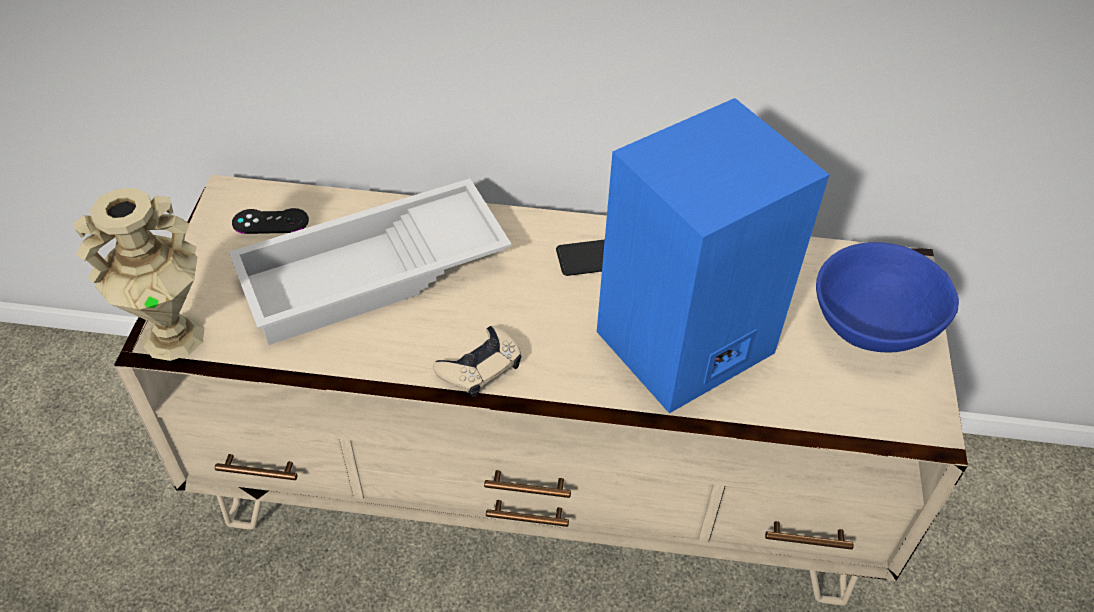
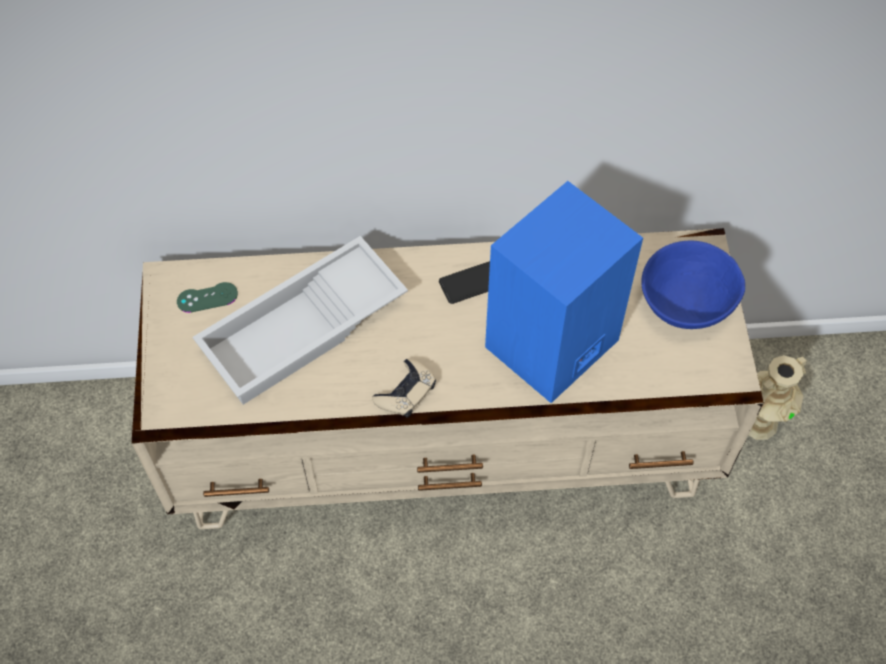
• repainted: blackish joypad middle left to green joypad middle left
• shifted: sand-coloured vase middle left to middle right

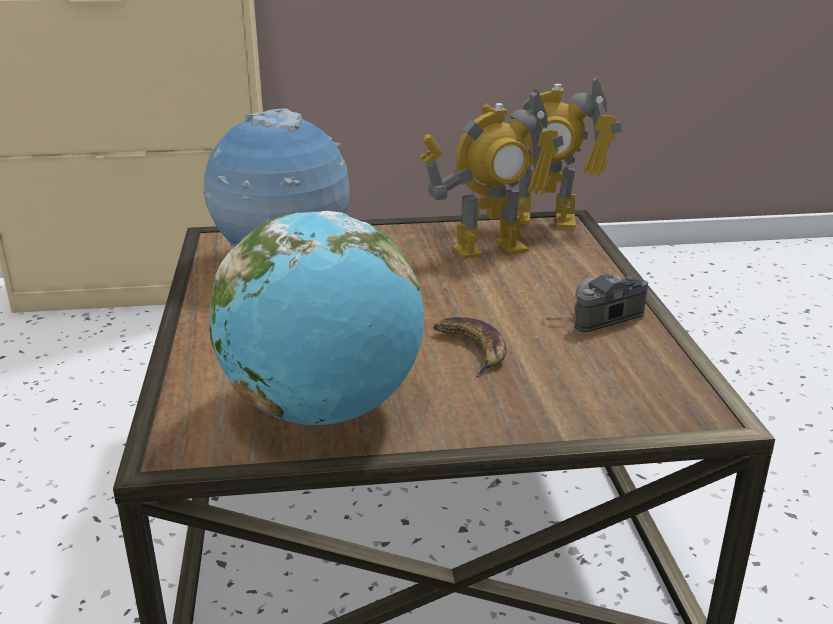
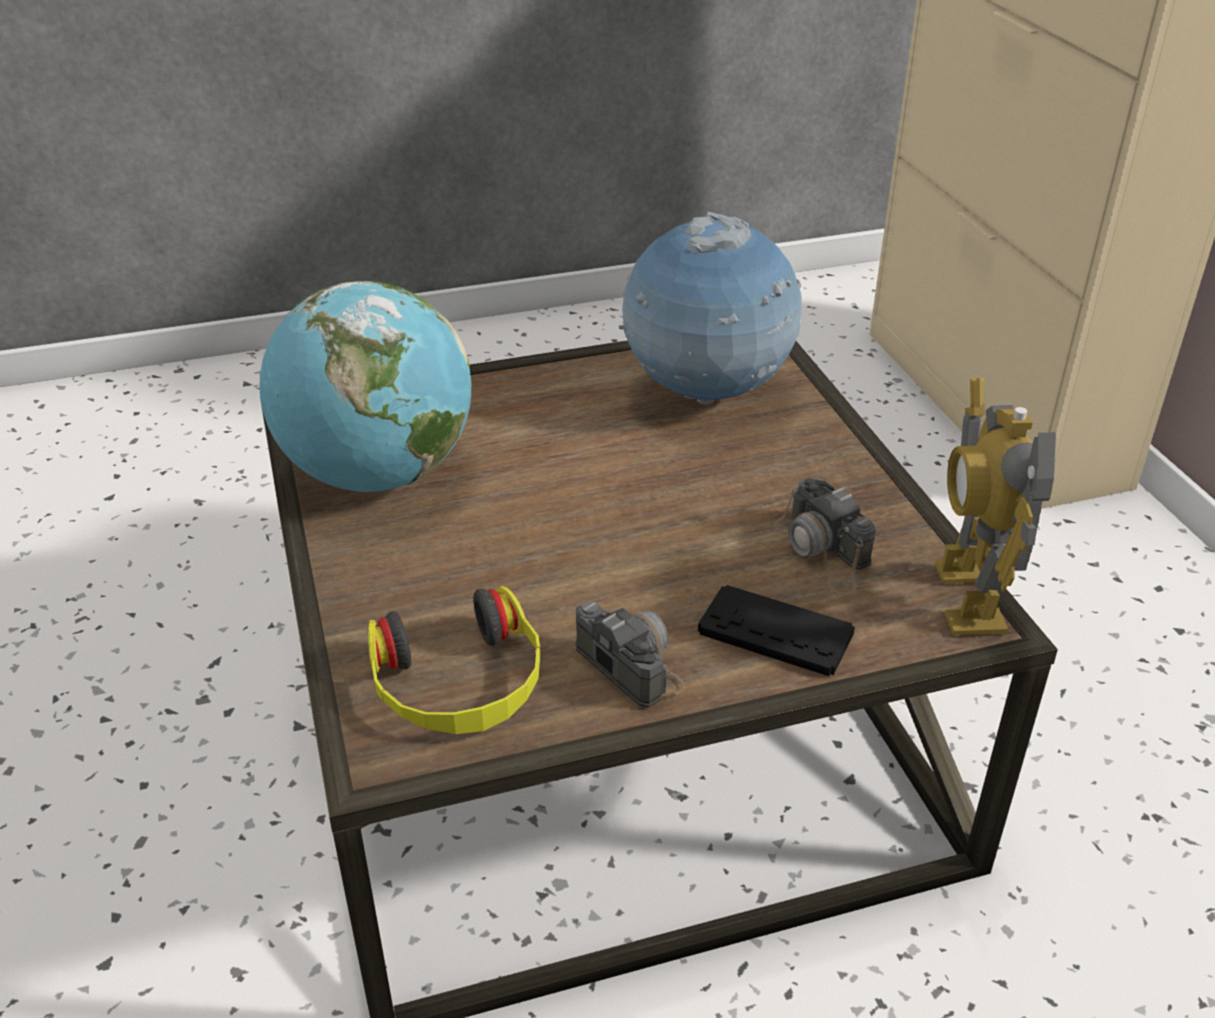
• new: pair of headphones centre
• new: blackish joypad centre
• swapped: toy robot (no. 1 from left) top centre to still camera (no. 2 from left) middle right
• gone: banana centre

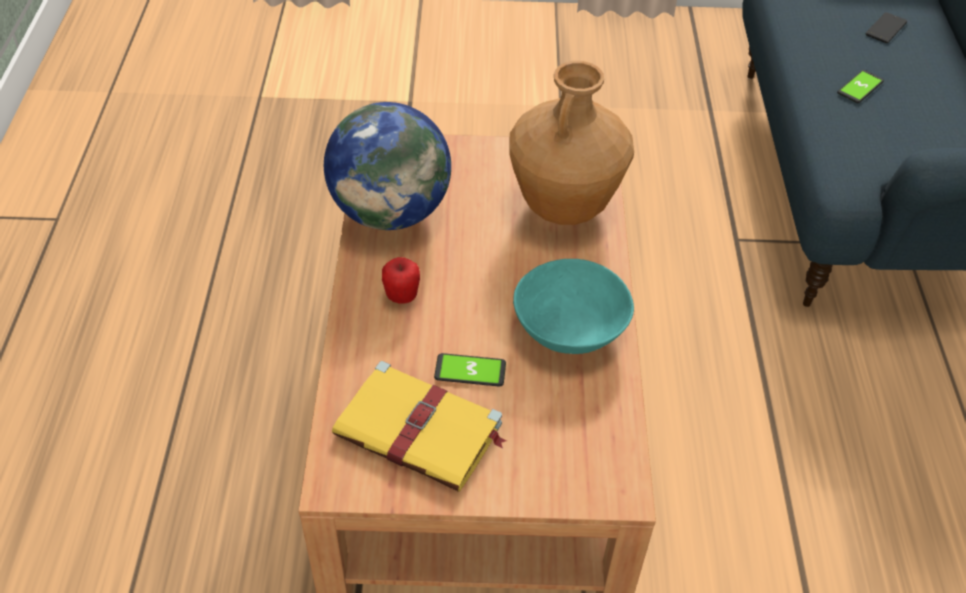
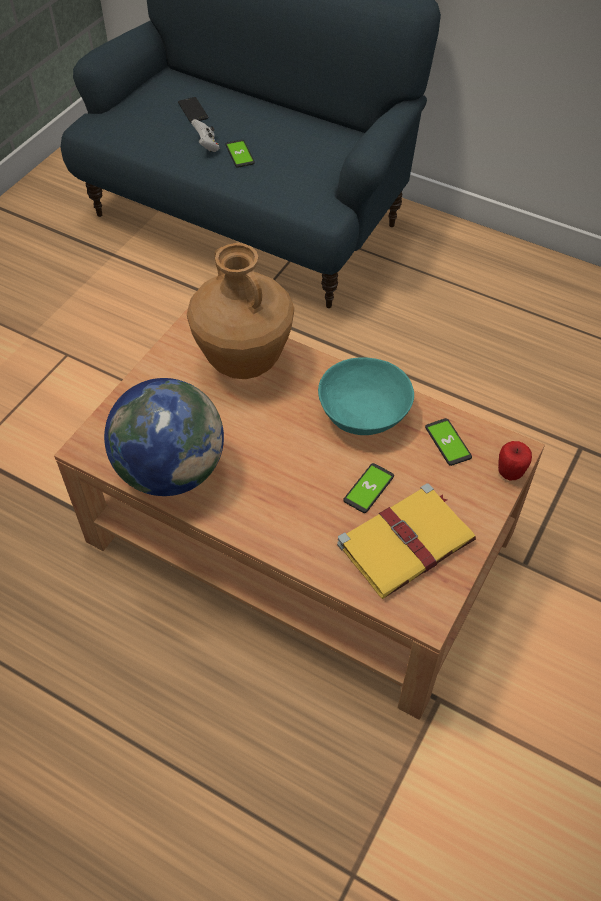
• new: white-coloured joypad top centre
• new: phone (no. 4 from left) middle right
• shifted: apple fruit centre to middle right

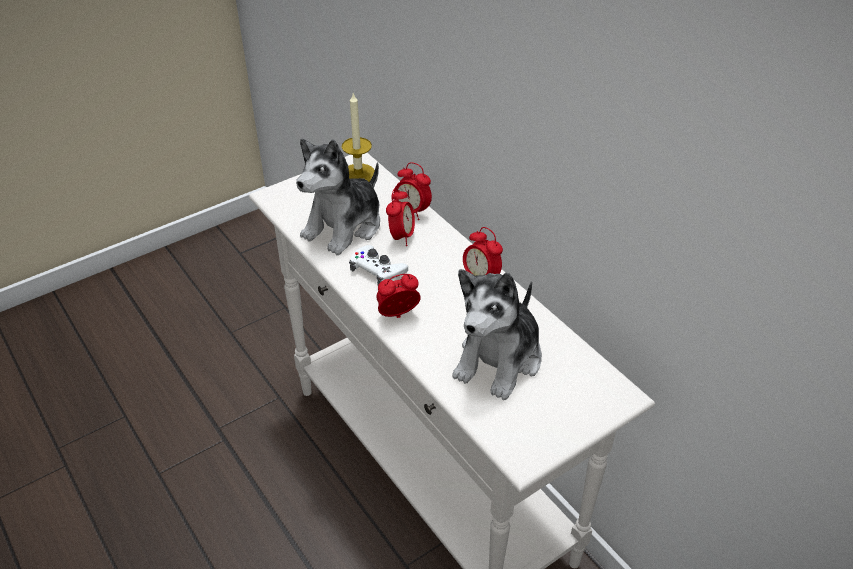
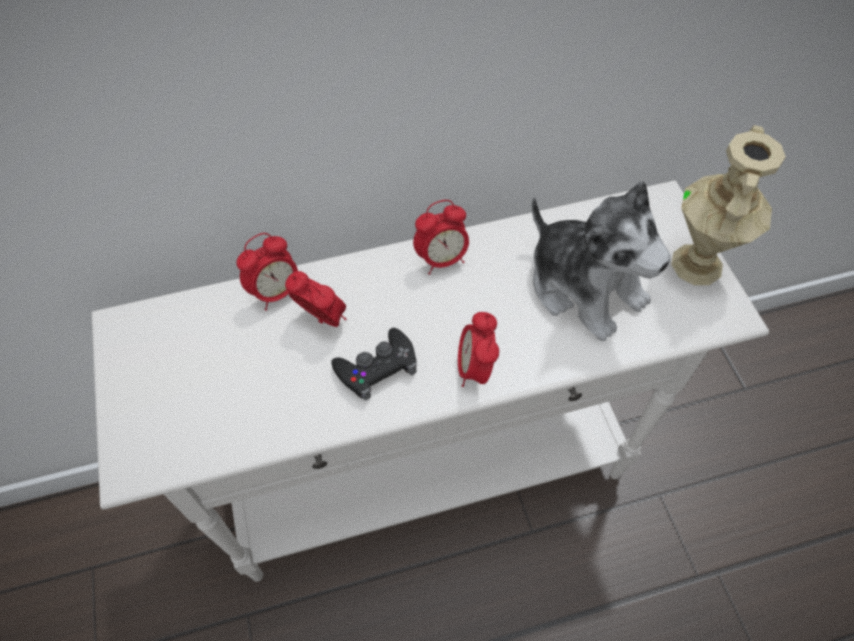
• repainted: white-coloured joypad centre to blackish joypad centre
• new: sand-coloured vase top right
• gone: soft toy (no. 1 from left) centre
• gone: wax candle top centre

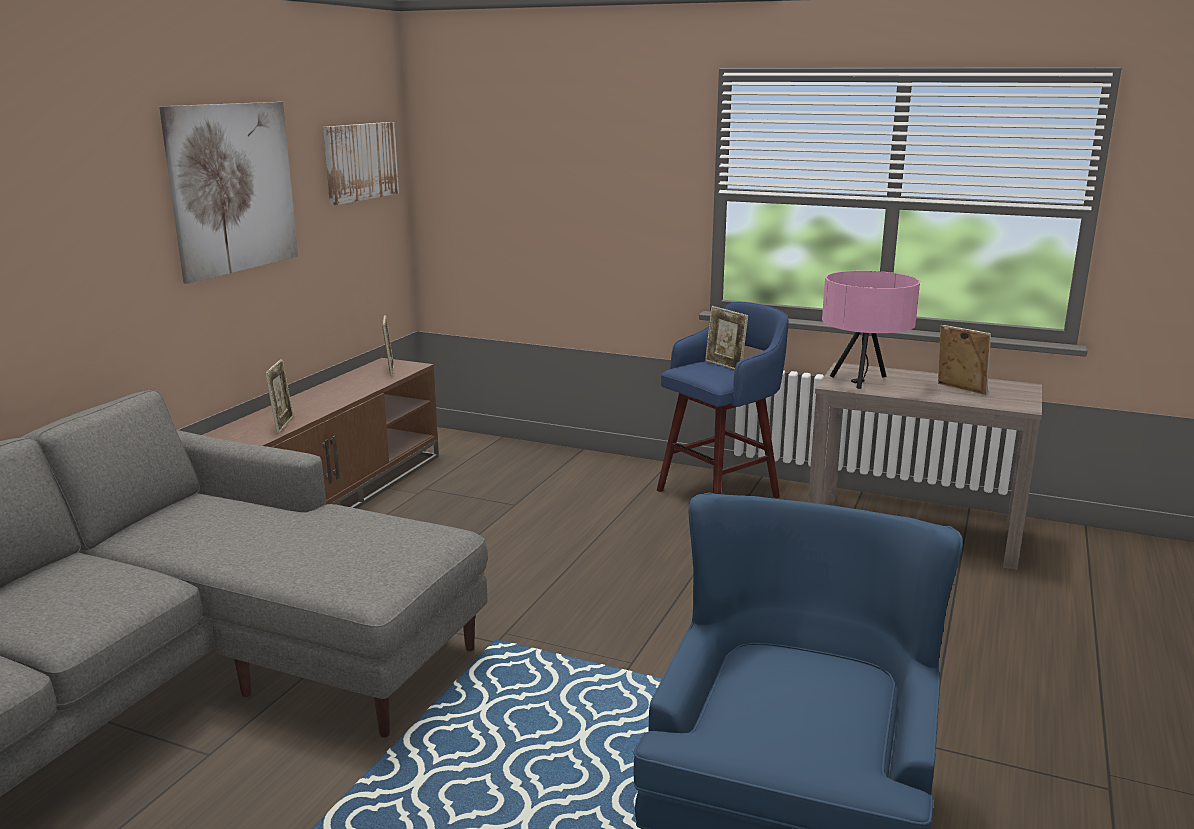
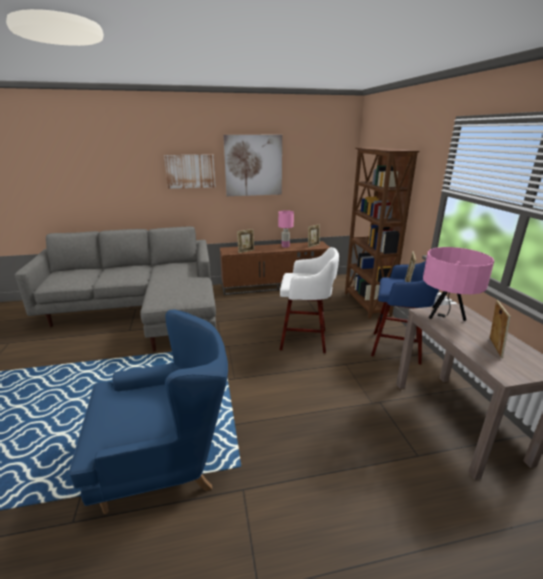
• shifted: wall picture (no. 2 from left in the first image) top left to wall picture (no. 1 from left) top centre
• new: pinkish tabletop lamp (no. 1 from left) centre
• new: white-coloured stool centre
• new: brown shelving unit middle right

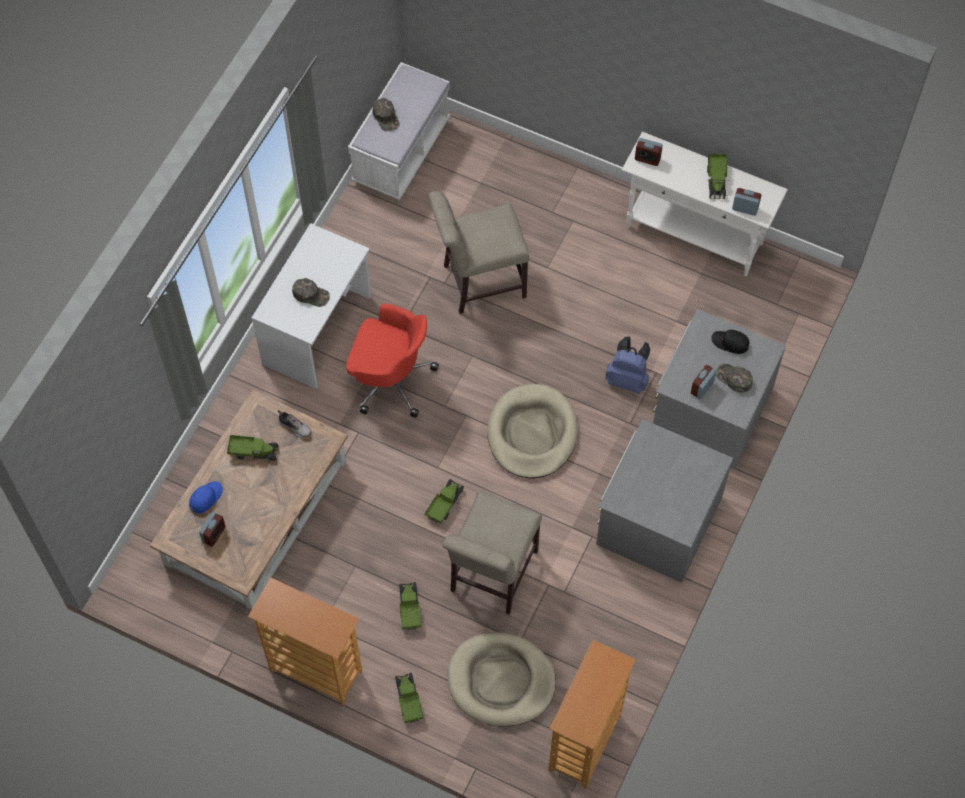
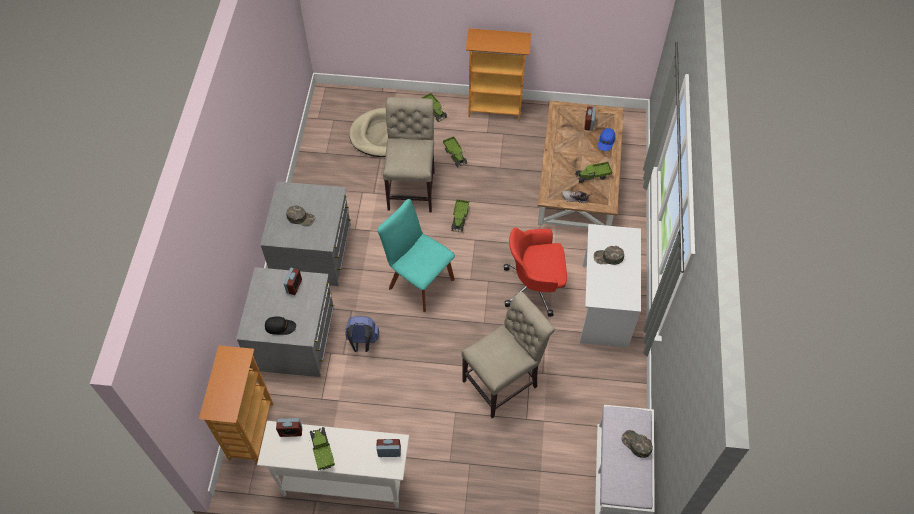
• shifted: shelving unit (no. 2 from left in the first image) bottom centre to shelving unit (no. 1 from left) bottom left
• shifted: green peaked cap (no. 3 from left in the first image) middle right to green peaked cap (no. 1 from left) middle left
• swapped: sand-coloured dog bed (no. 2 from left) centre to turquoise-coloured chair centre

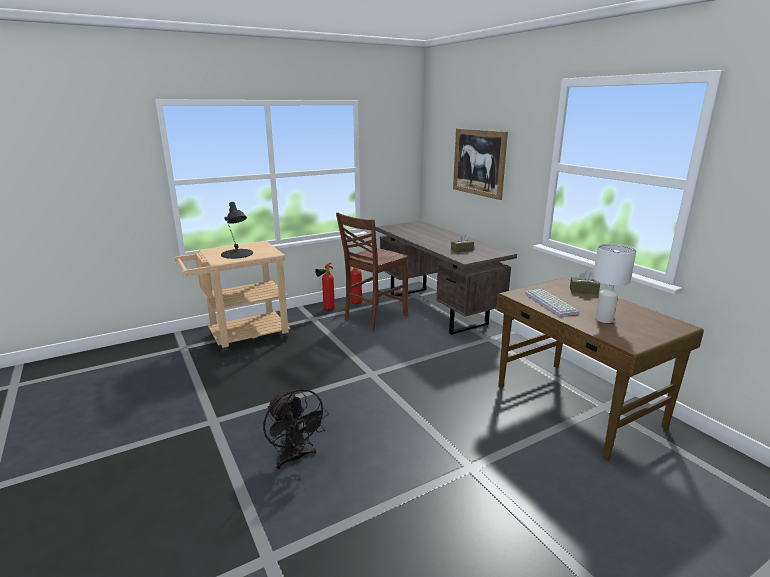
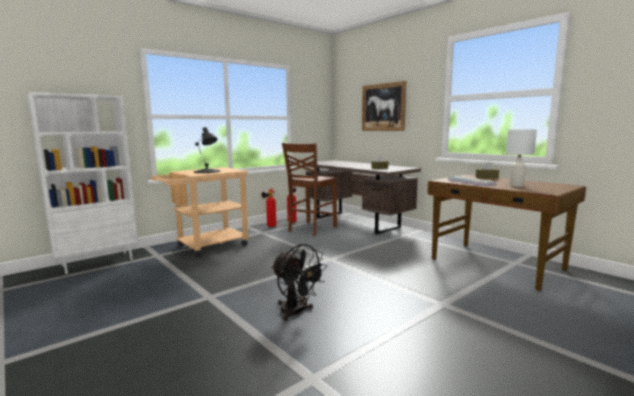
• new: white-coloured shelving unit middle left

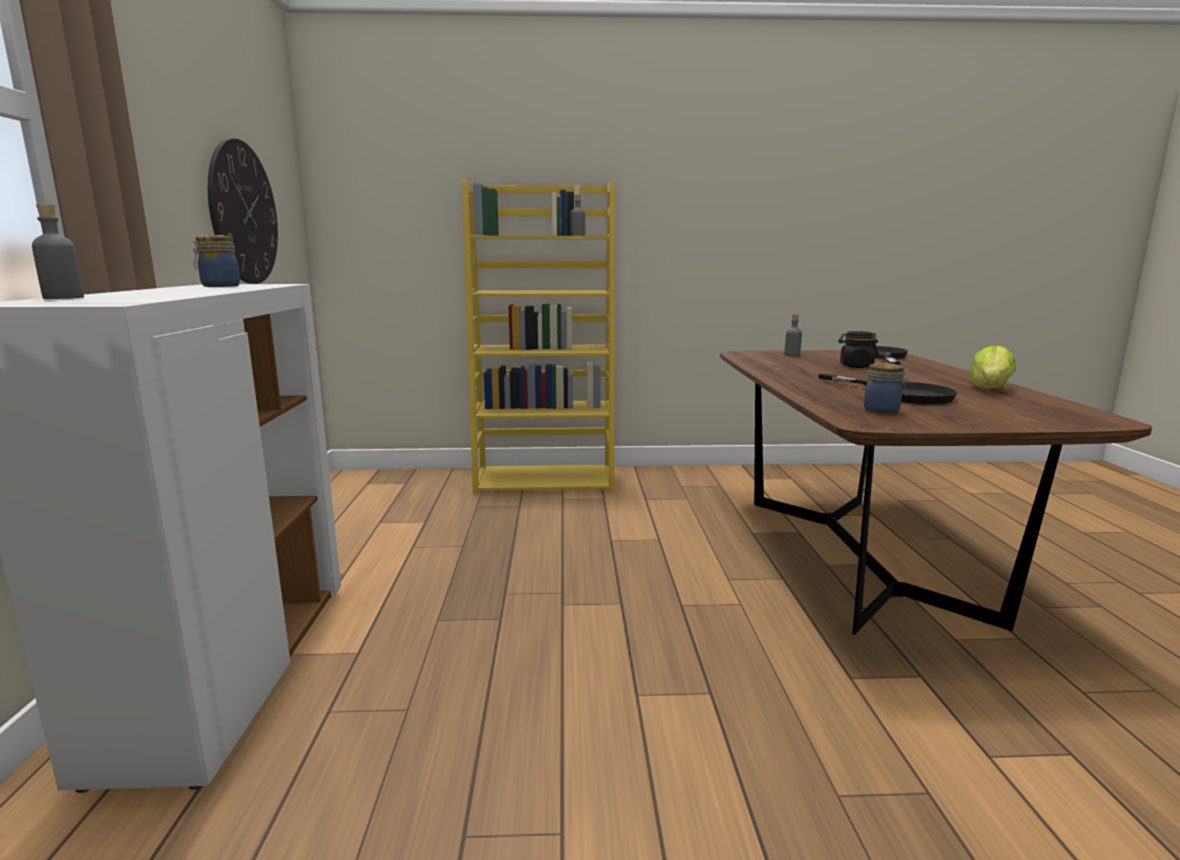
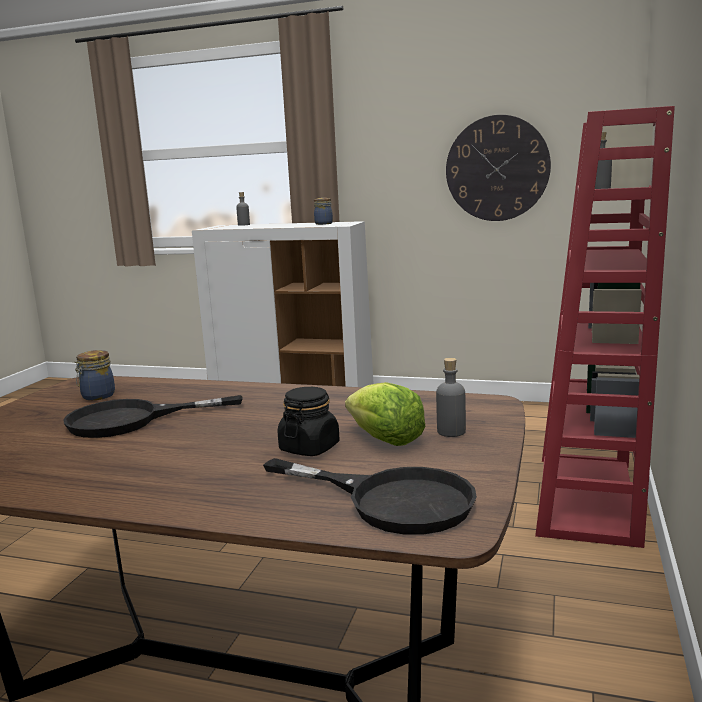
• shifted: lettuce middle right to centre
• repainted: yellowish shelving unit centre to red-coloured shelving unit middle right

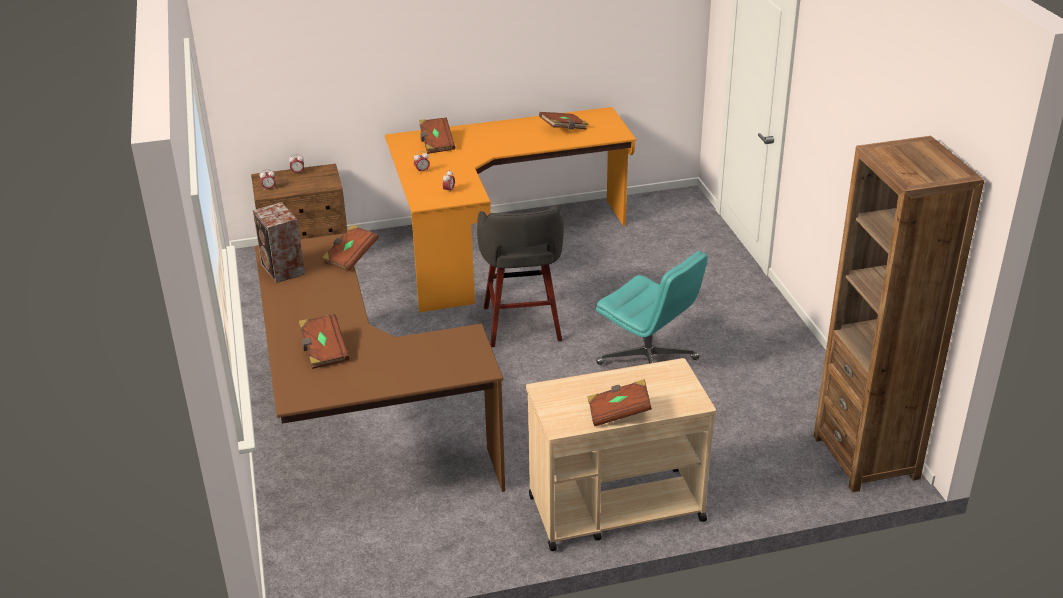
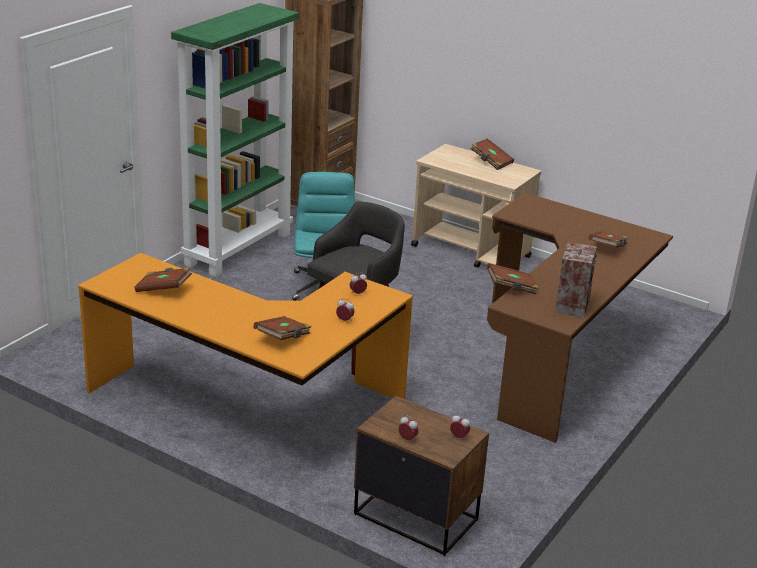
• new: green shelving unit top left

